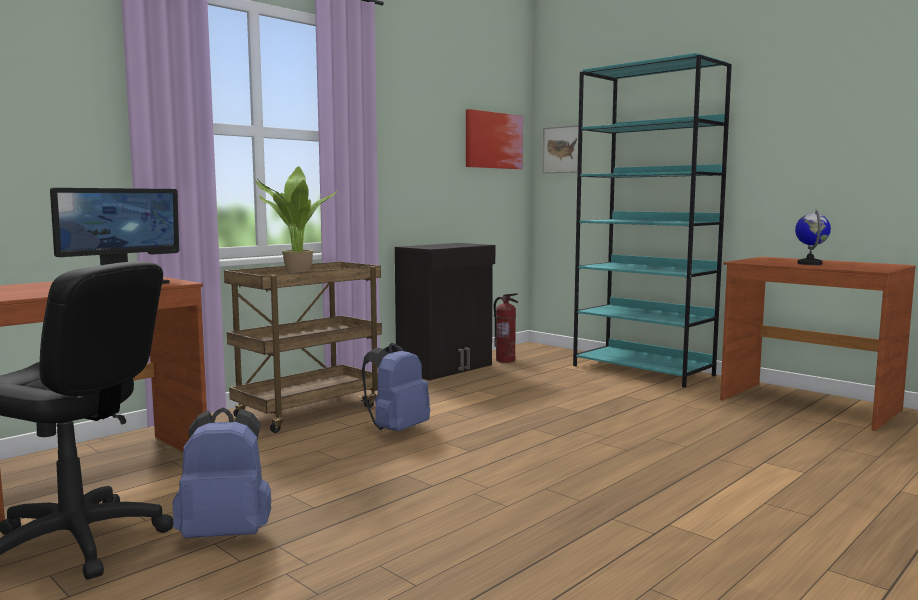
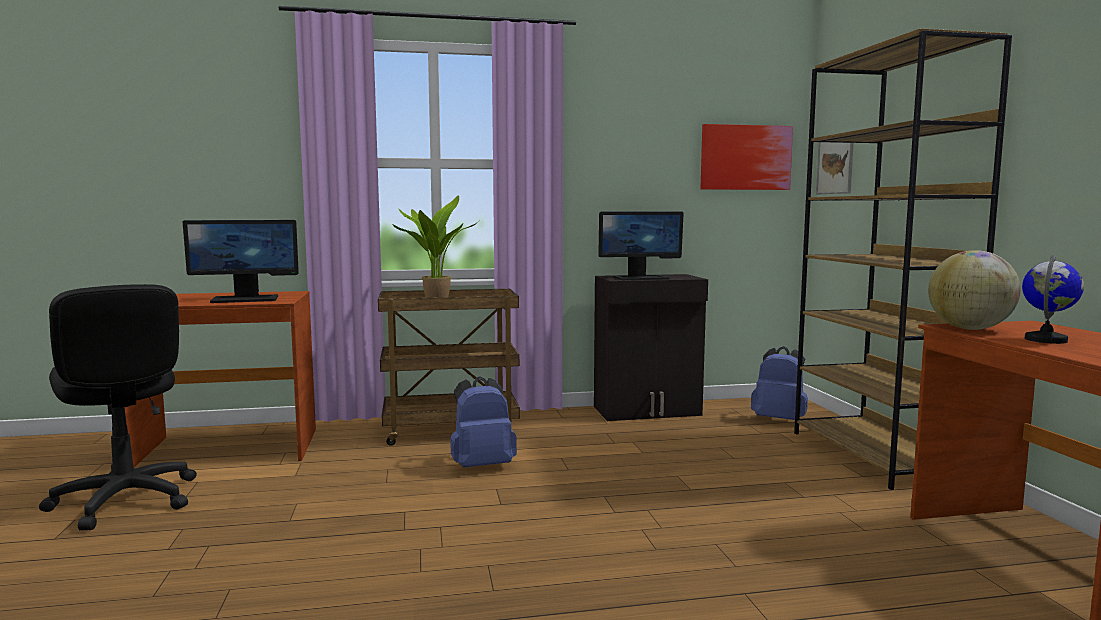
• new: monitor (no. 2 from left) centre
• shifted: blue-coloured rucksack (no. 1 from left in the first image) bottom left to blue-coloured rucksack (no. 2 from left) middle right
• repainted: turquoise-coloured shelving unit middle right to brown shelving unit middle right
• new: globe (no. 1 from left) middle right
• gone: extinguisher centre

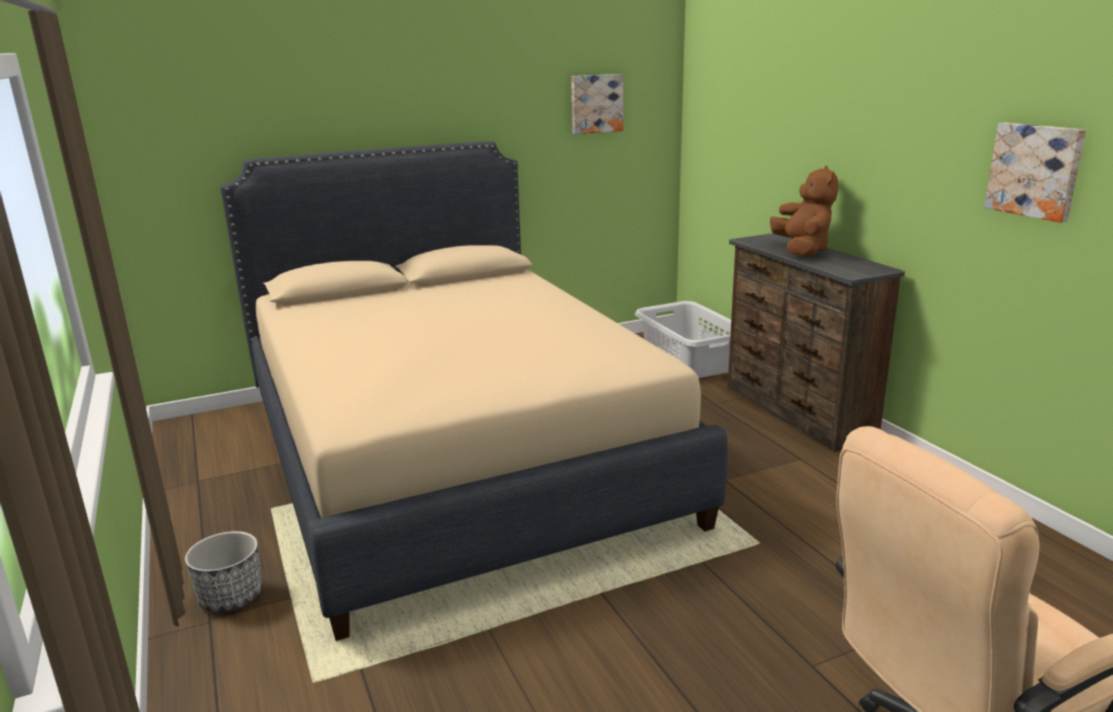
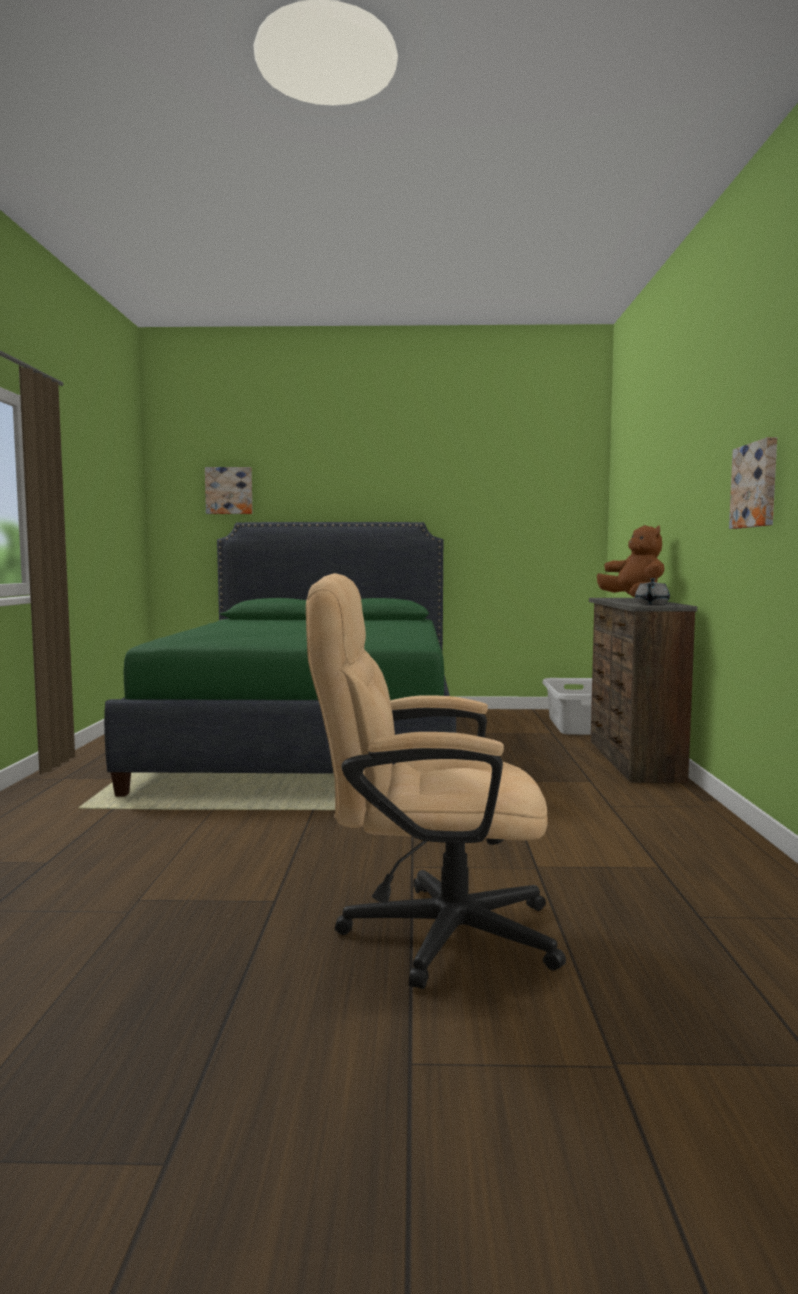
• repainted: sand-coloured bed centre to green bed centre
• shifted: wall picture (no. 1 from left) top centre to middle left
• rotated: brown soft toy top right = middle right 45 degrees counterclockwise
• new: greyish pot for tea middle right
• gone: planter bottom left

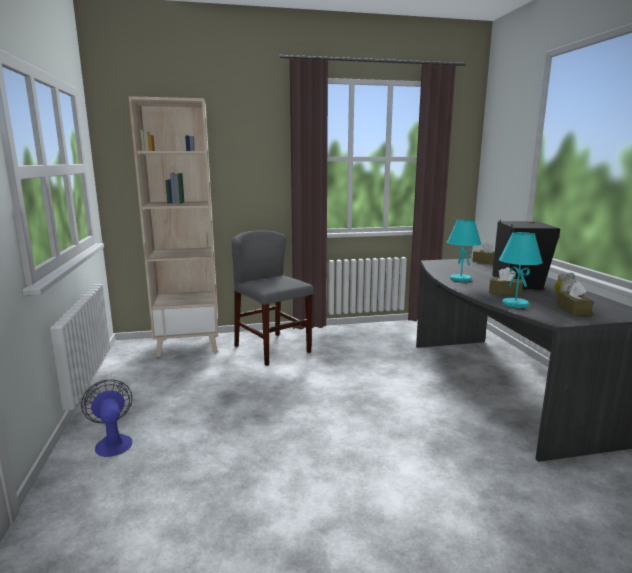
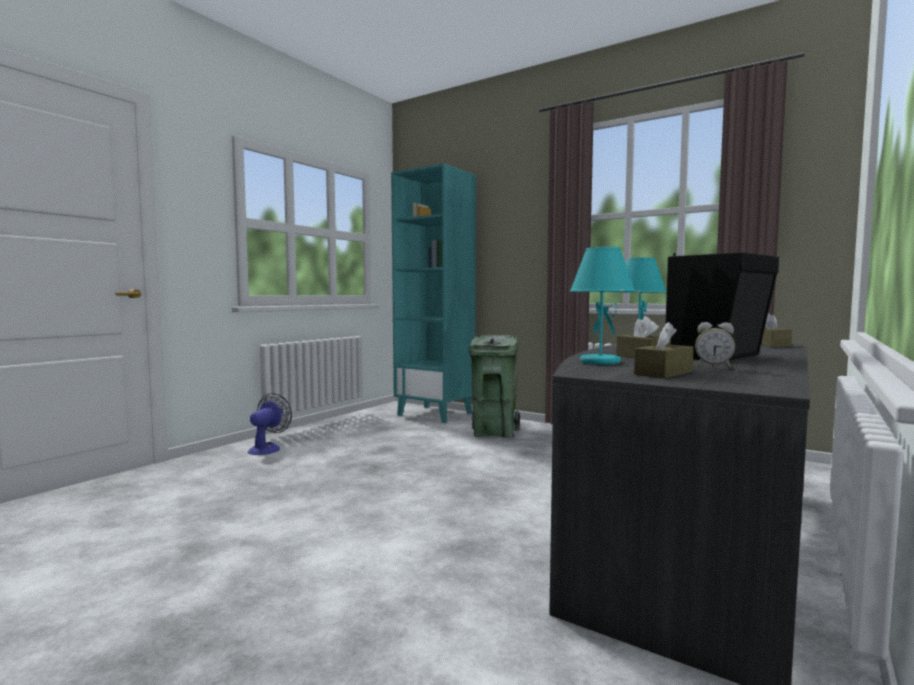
• repainted: sand-coloured shelving unit middle left to turquoise-coloured shelving unit centre
• swapped: greyish chair centre to green waste bin centre

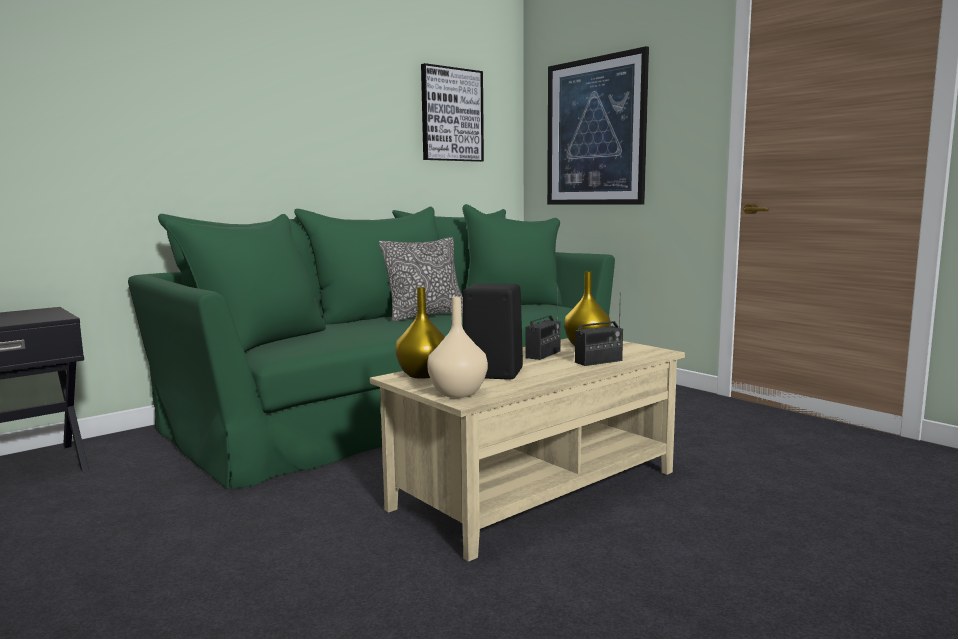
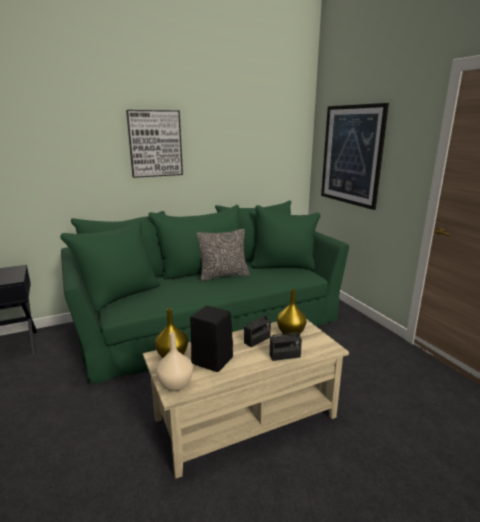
• shifted: wall picture (no. 1 from left) top centre to top left

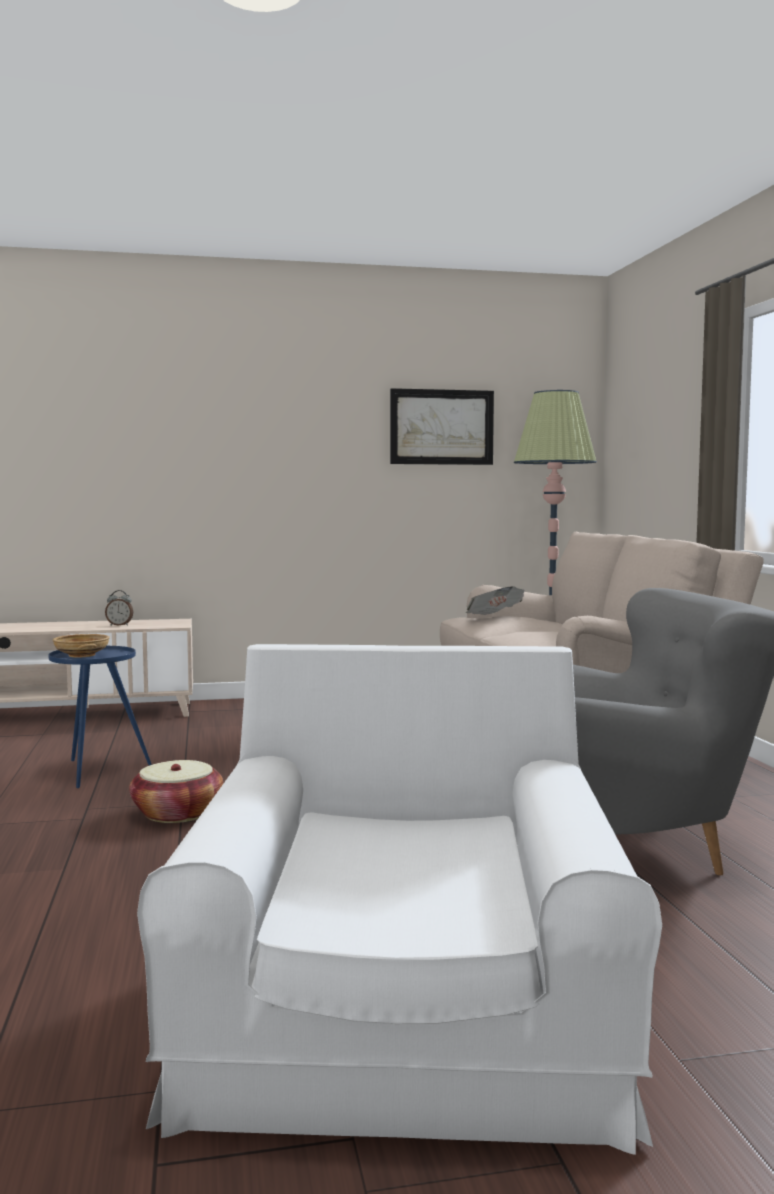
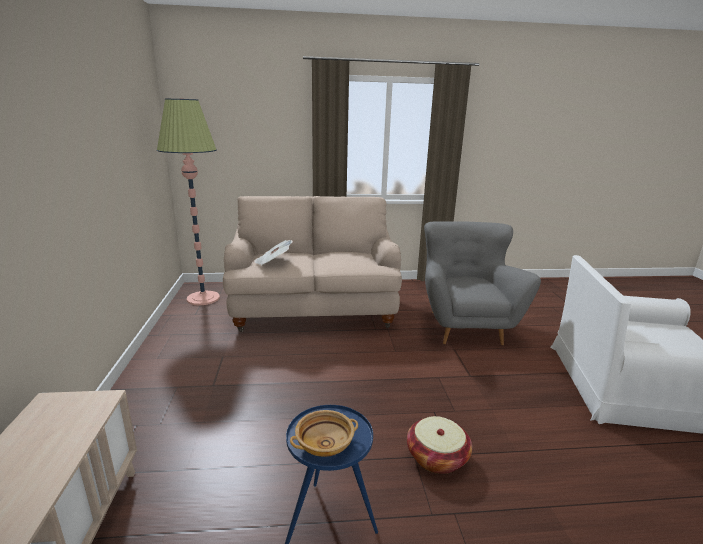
• gone: bedside clock middle left
• gone: wall picture centre

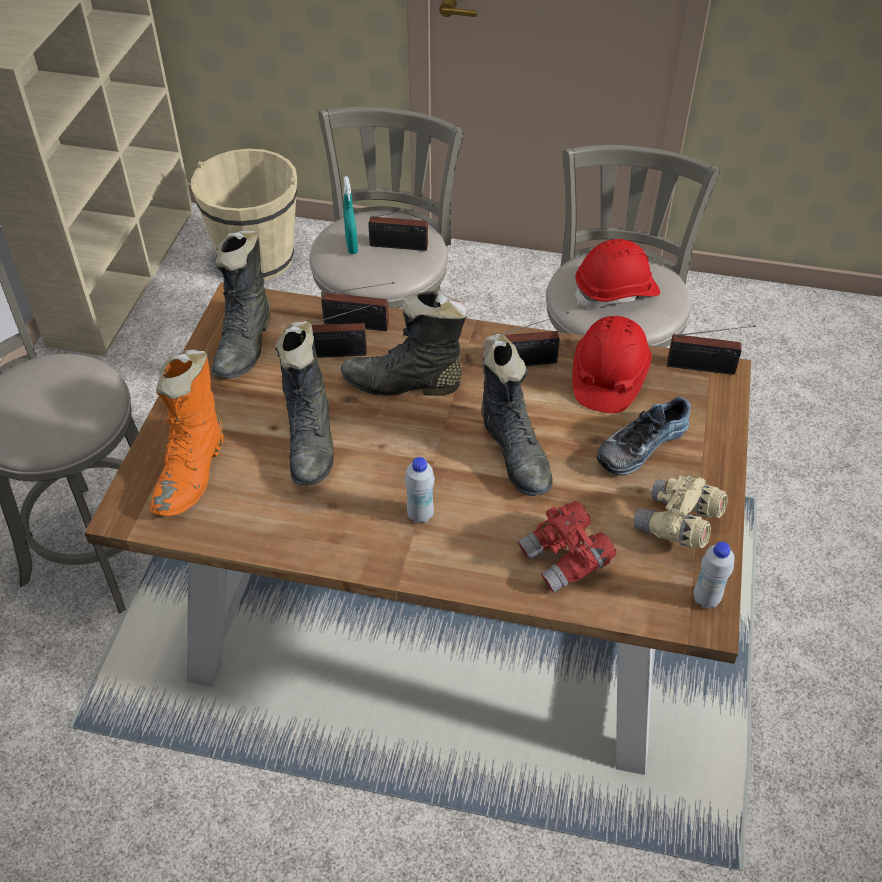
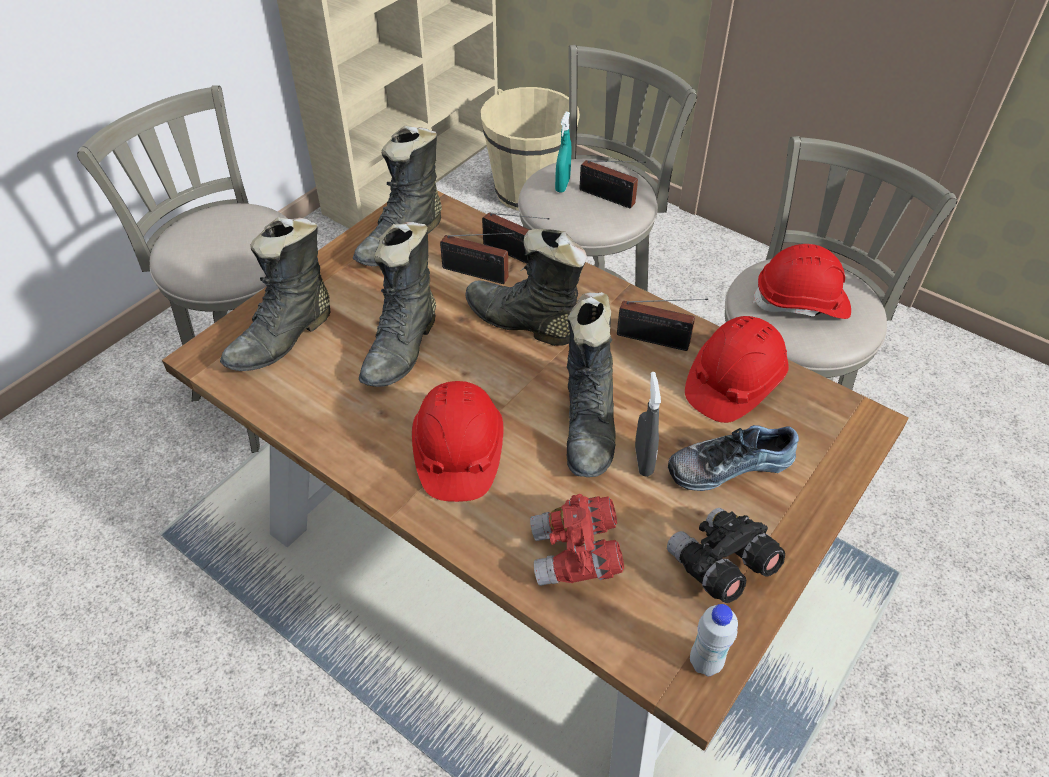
• repainted: orangey boot middle left to blackish boot (no. 1 from left) middle left
• swapped: white-coloured bottle (no. 1 from left) centre to red-coloured safety helmet (no. 1 from left) centre
• new: greyish hand sprayer centre
• repainted: sand-coloured field glasses middle right to blackish field glasses bottom right
• gone: radio set (no. 5 from left) middle right

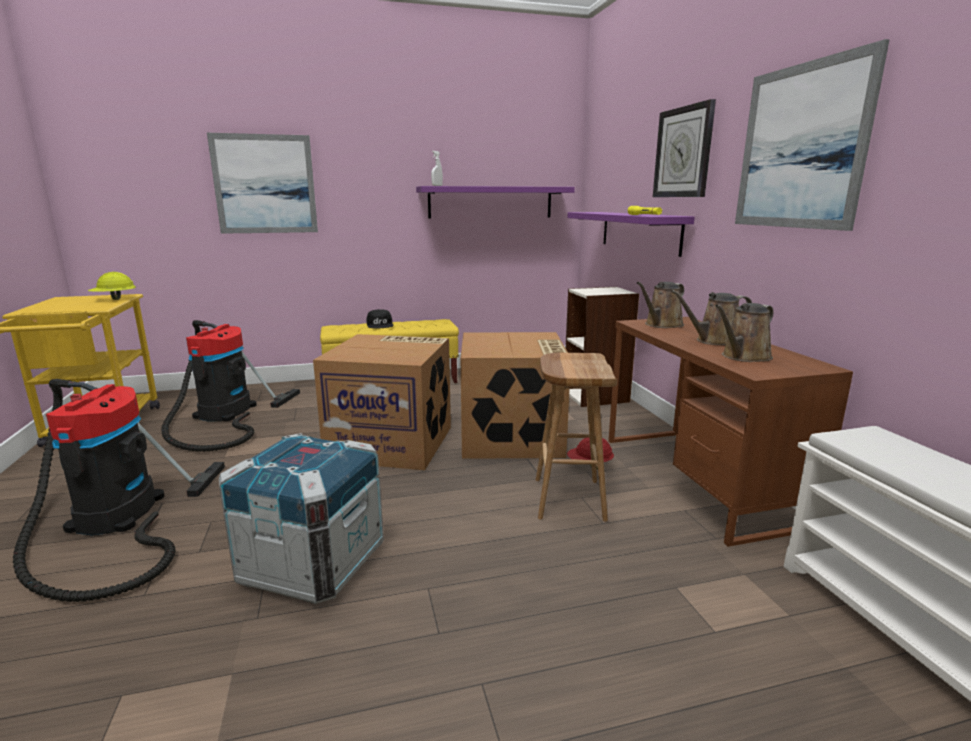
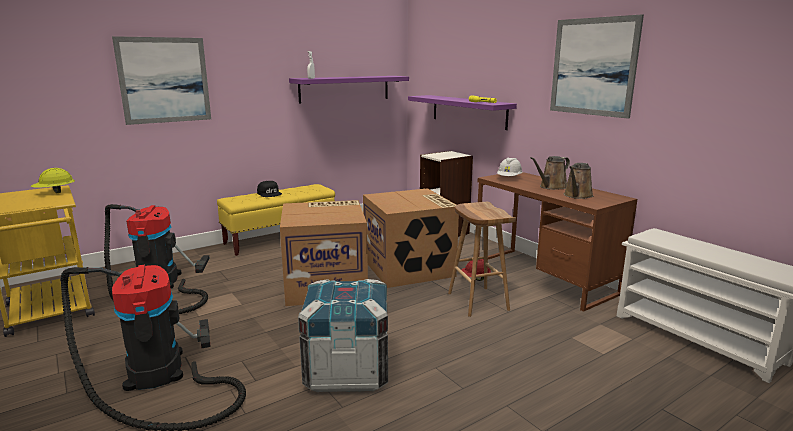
• swapped: brown sprinkling can (no. 1 from left) middle right to white-coloured safety helmet centre
• gone: wall clock top right

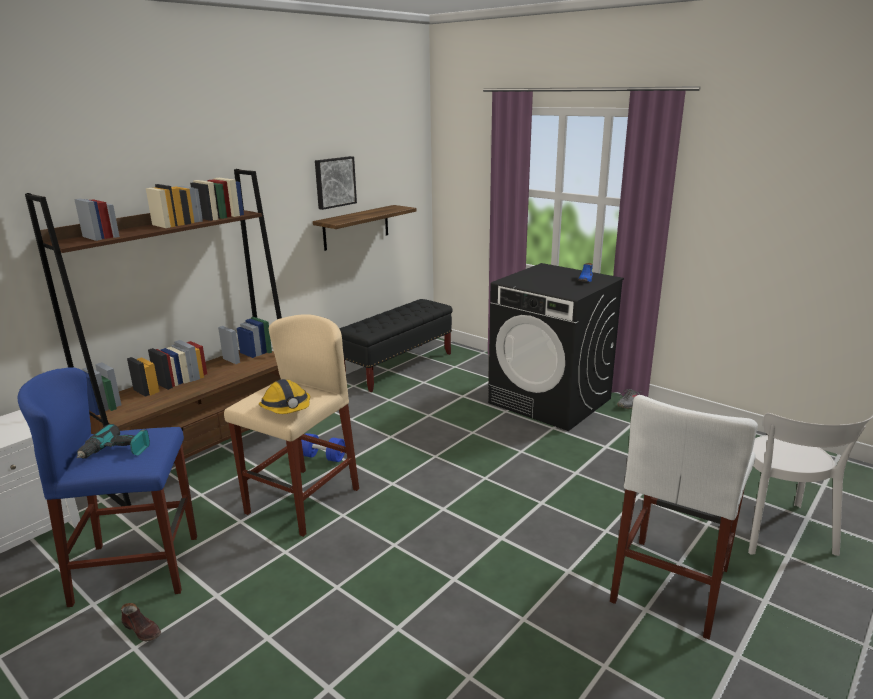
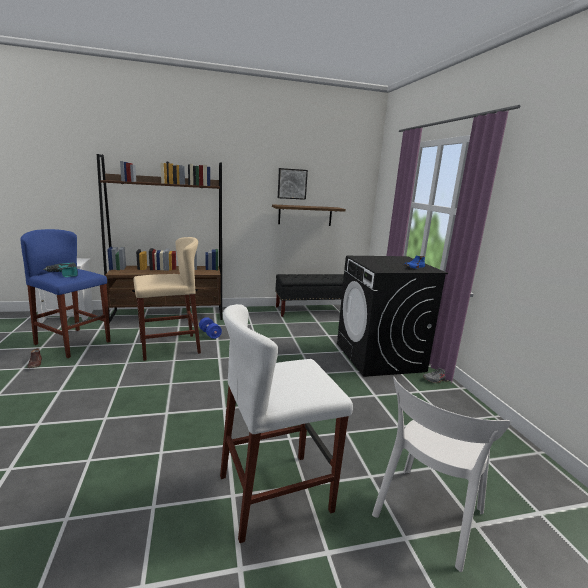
• gone: safety helmet middle left

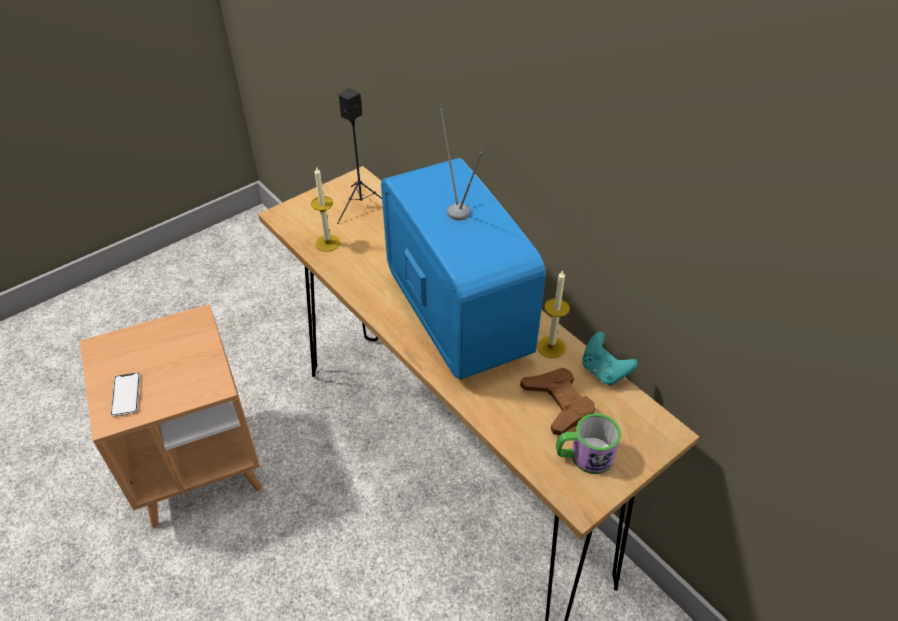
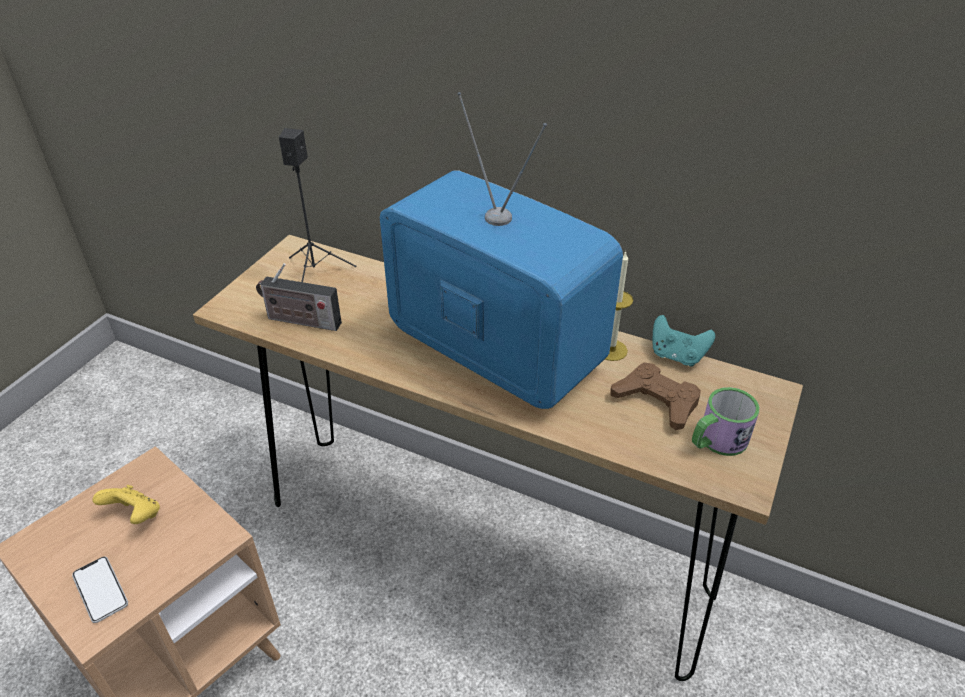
• new: yellowish joypad bottom left
• swapped: wax candle (no. 1 from left) centre to radio set middle left

